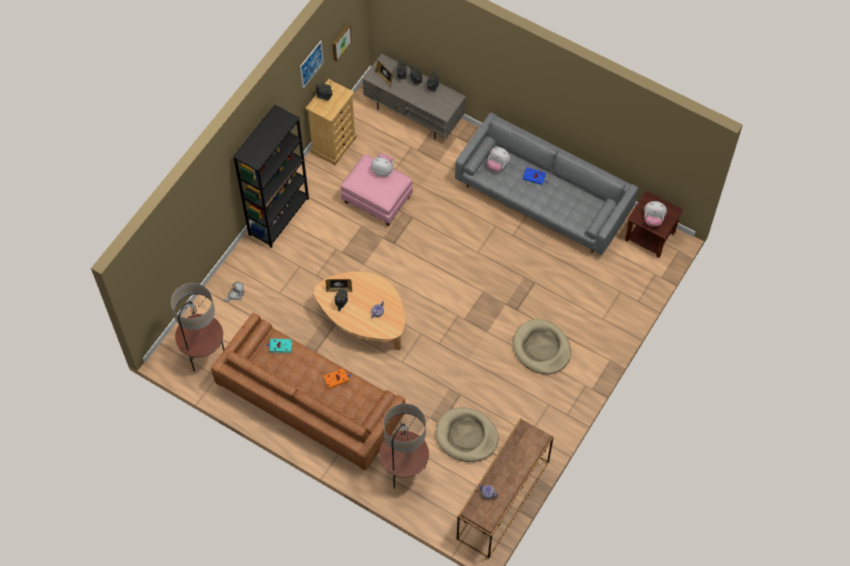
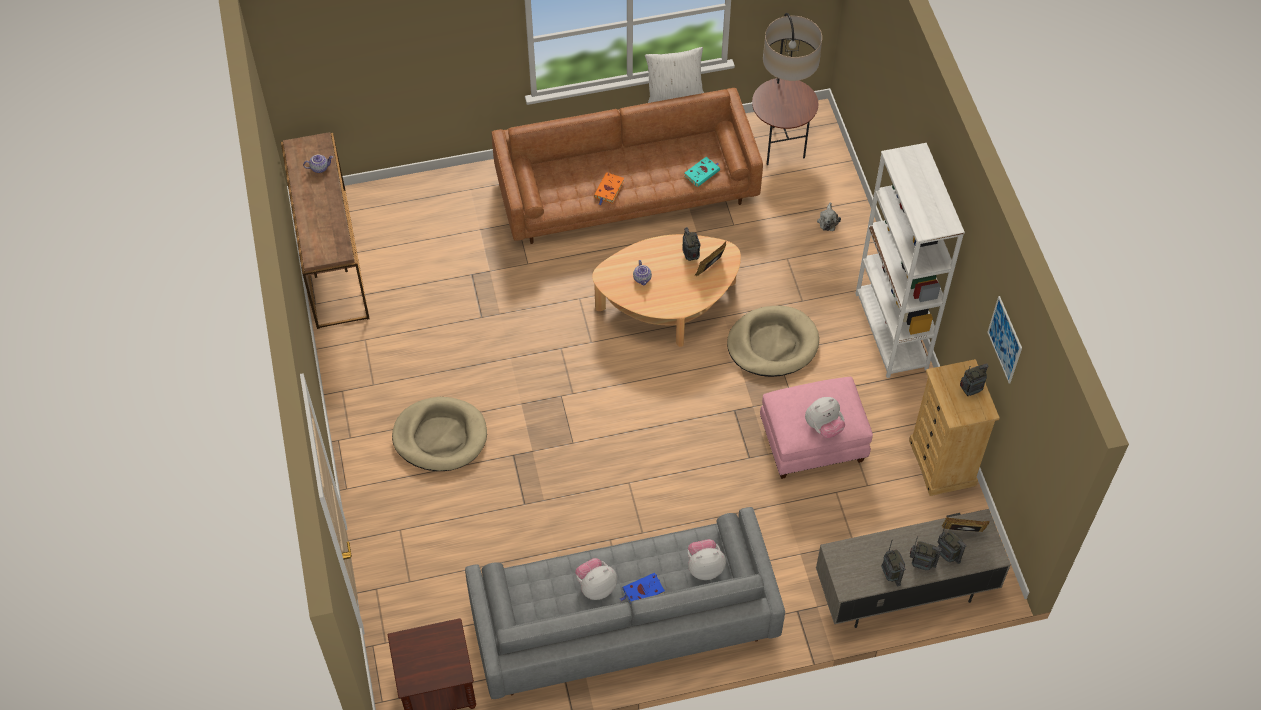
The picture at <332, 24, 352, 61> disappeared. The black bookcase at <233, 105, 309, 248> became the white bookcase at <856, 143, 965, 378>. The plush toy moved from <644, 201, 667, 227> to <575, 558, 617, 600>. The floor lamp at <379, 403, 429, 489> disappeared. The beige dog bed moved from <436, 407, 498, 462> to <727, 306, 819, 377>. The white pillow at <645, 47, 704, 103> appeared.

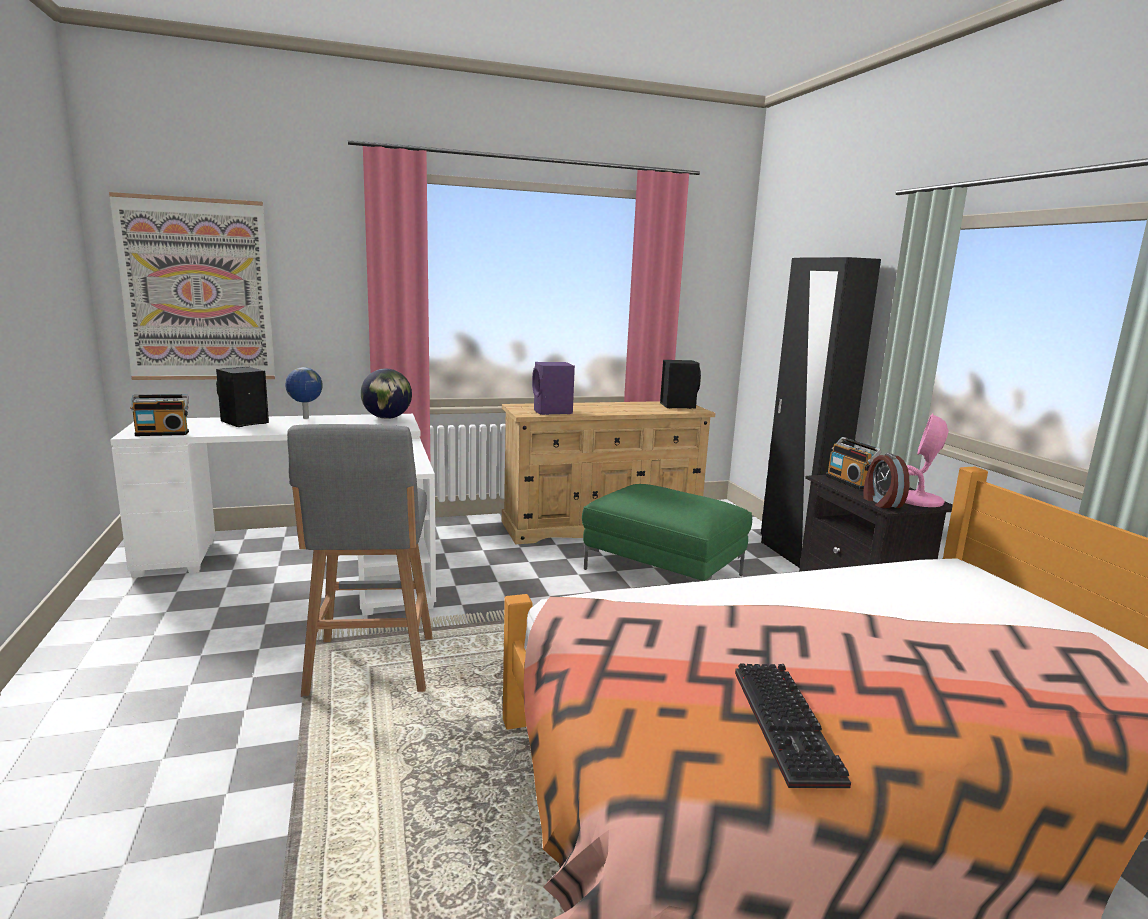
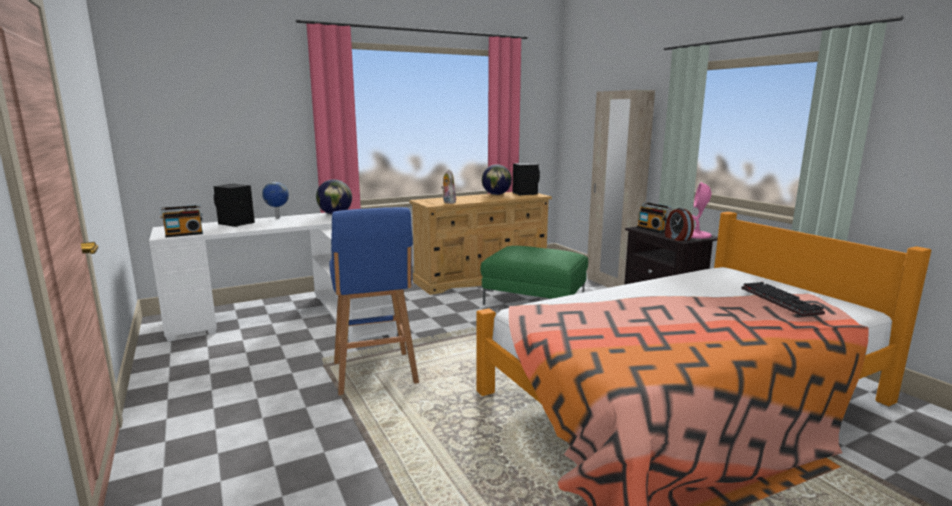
The picture at <109, 192, 275, 380> disappeared. The black wardrobe at <761, 257, 881, 568> became the beige wardrobe at <587, 90, 655, 288>. The purple speaker at <532, 362, 575, 415> was replaced by the plush toy at <441, 170, 456, 204>. The grey stool at <287, 424, 433, 697> became the blue stool at <329, 207, 419, 396>. The keyboard moved from <735, 663, 851, 788> to <741, 282, 825, 316>. The globe at <482, 164, 512, 195> appeared.

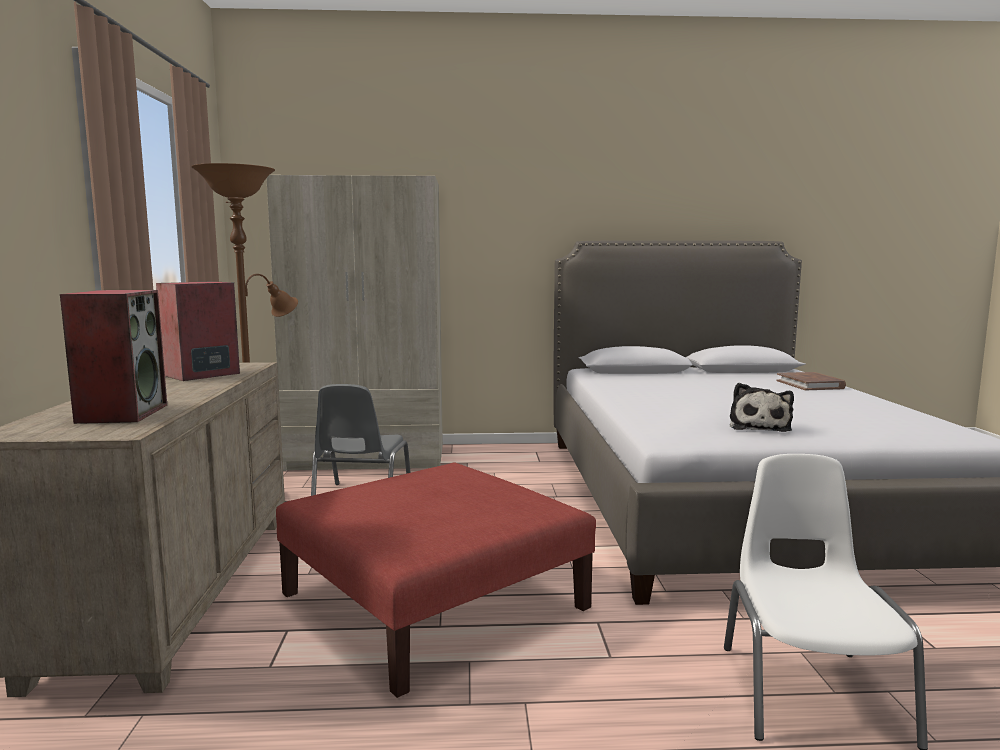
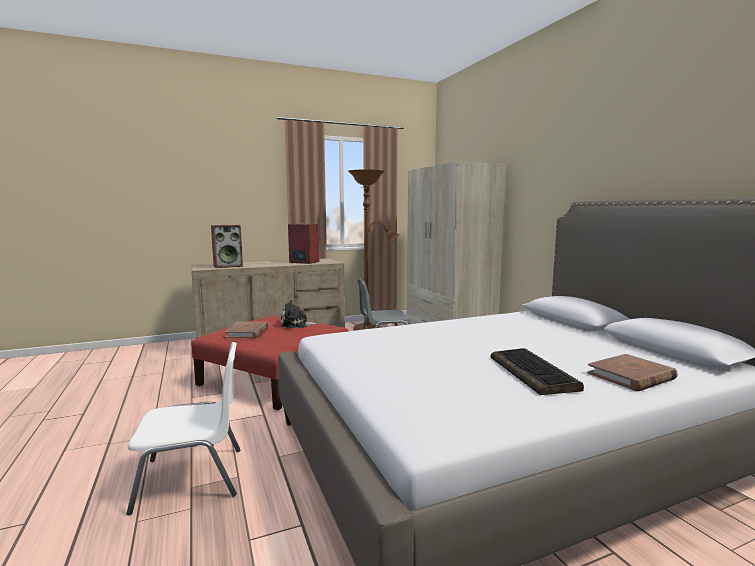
The plush toy moved from <730, 383, 794, 432> to <281, 300, 318, 328>. The brown book at <225, 322, 268, 338> appeared. The keyboard at <491, 348, 584, 395> appeared.

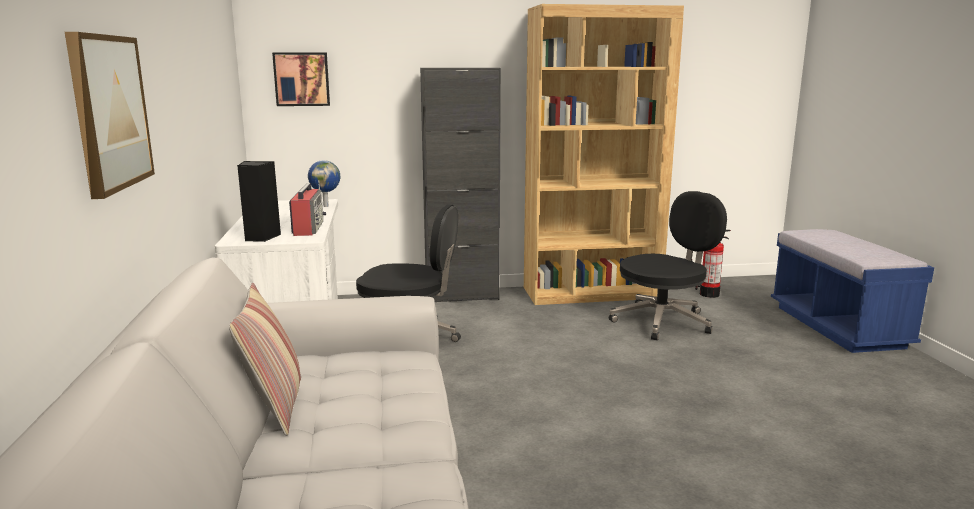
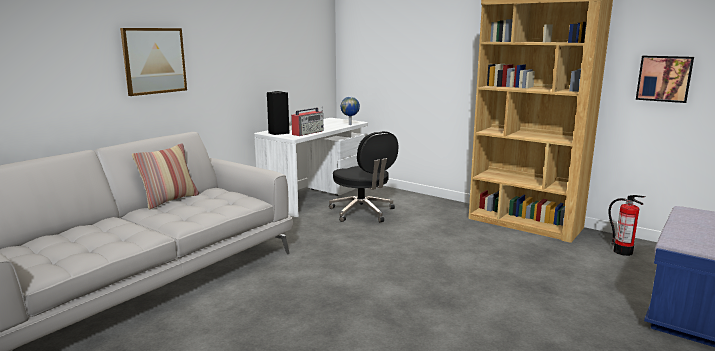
The picture moved from <272, 52, 330, 106> to <636, 56, 694, 103>. The black cabinet at <420, 68, 501, 302> disappeared. The black office chair at <609, 191, 727, 341> disappeared.

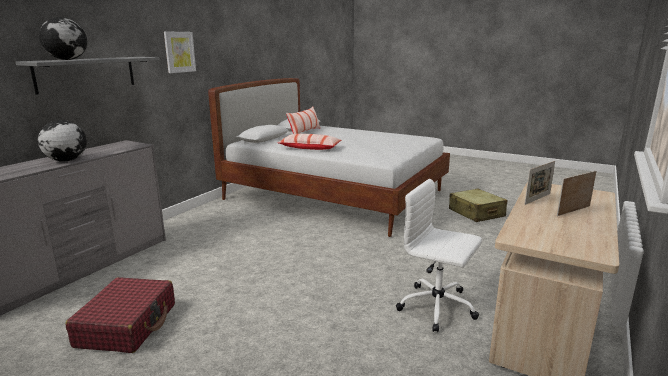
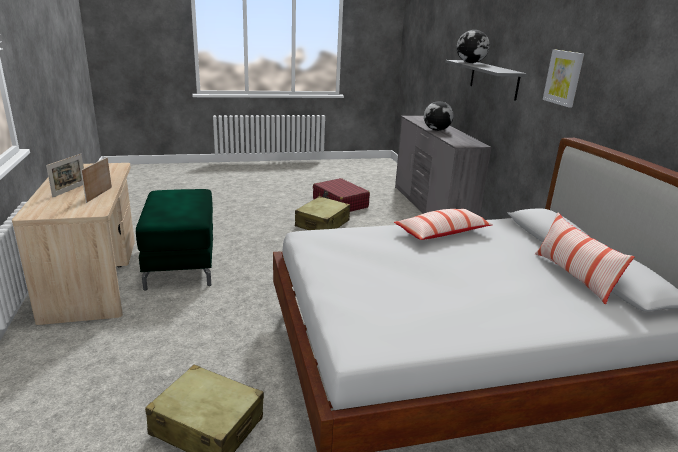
The white office chair at <396, 178, 482, 332> was replaced by the green ottoman at <136, 189, 213, 291>. The beige suitcase at <295, 196, 350, 230> appeared.

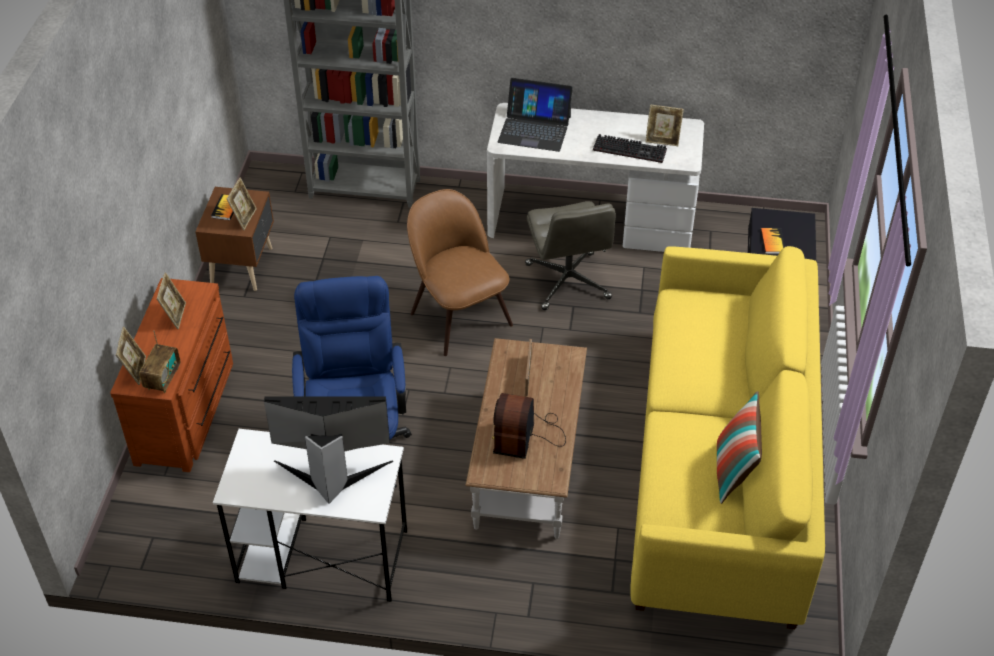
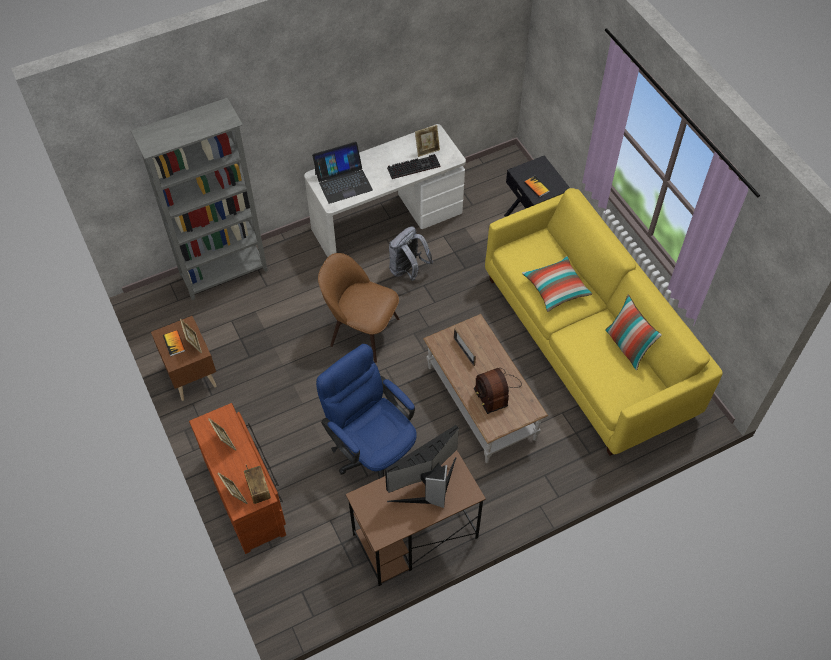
The grey office chair at <525, 201, 616, 310> was replaced by the grey backpack at <389, 227, 433, 281>. The white desk at <213, 429, 407, 602> became the brown desk at <345, 450, 486, 586>. The pillow at <522, 256, 592, 312> appeared.

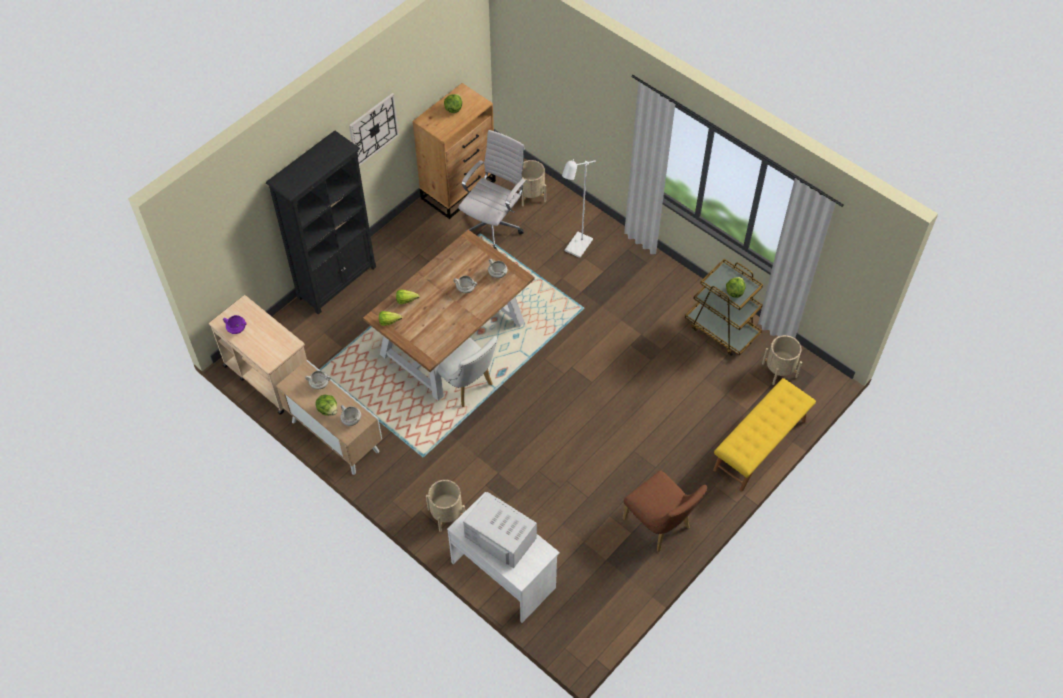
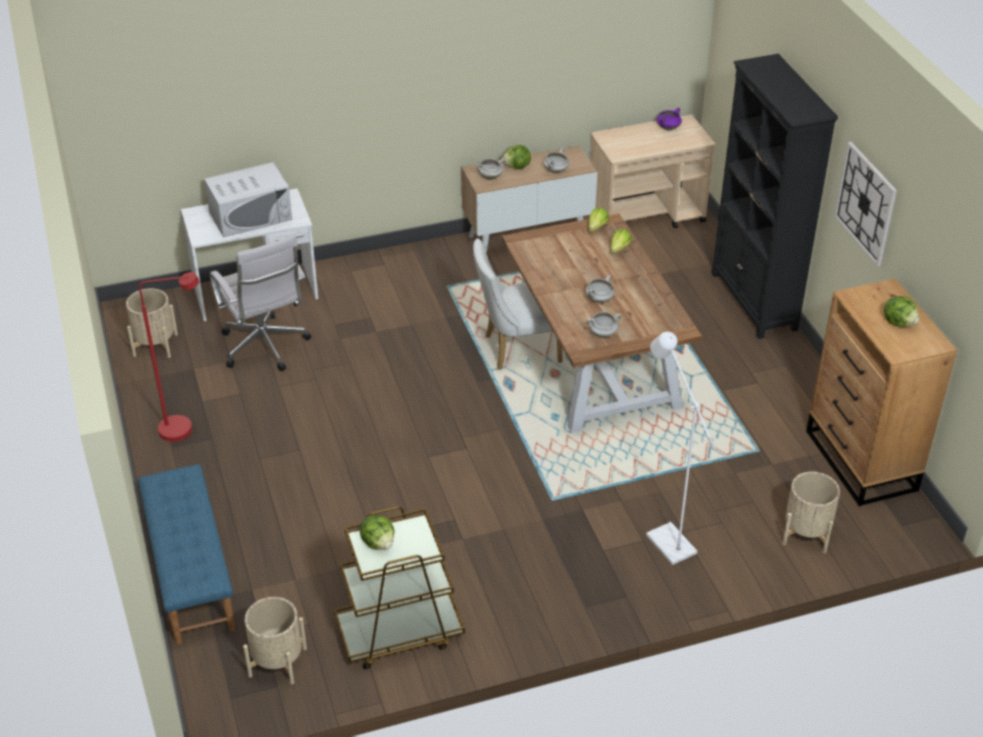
The white office chair moved from <458, 130, 526, 250> to <210, 234, 311, 371>. The yellow bench at <713, 378, 816, 491> became the blue bench at <138, 464, 235, 645>. The brown chair at <623, 471, 707, 552> was replaced by the red floor lamp at <139, 272, 199, 442>. The beige planter moved from <426, 480, 465, 532> to <126, 288, 178, 358>.

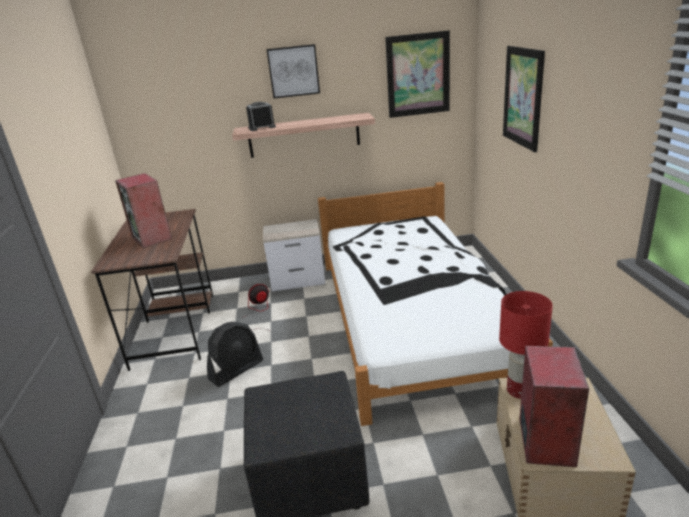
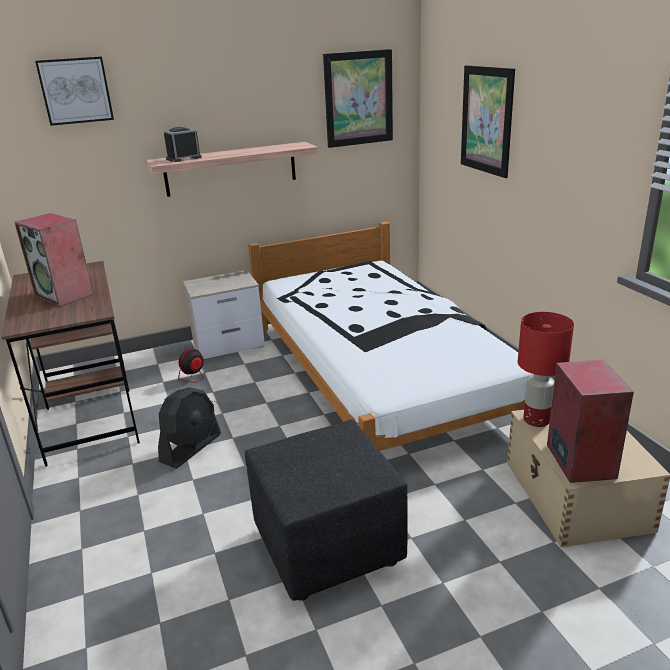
The picture moved from <266, 44, 320, 98> to <35, 56, 114, 126>.

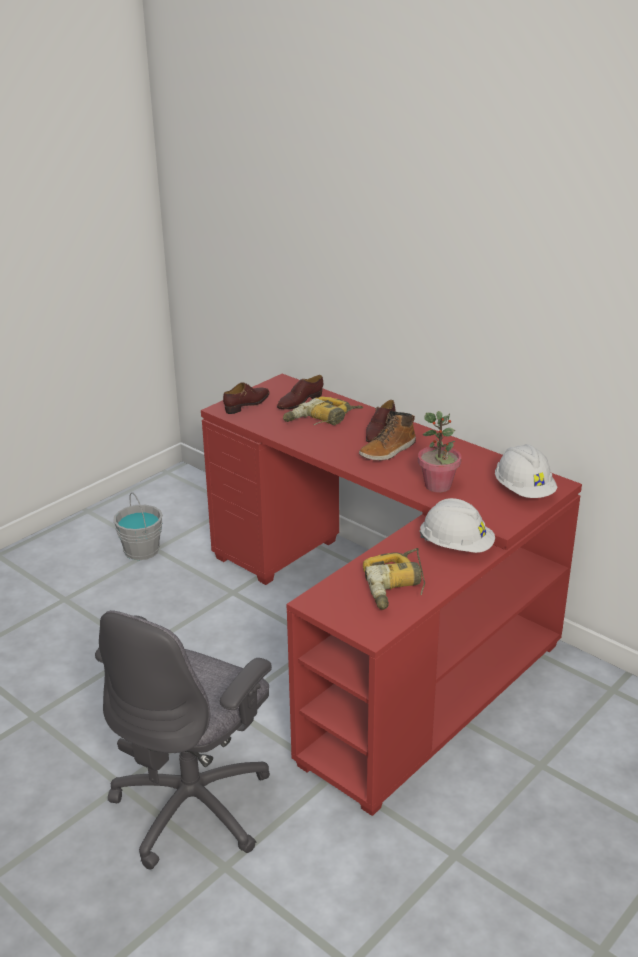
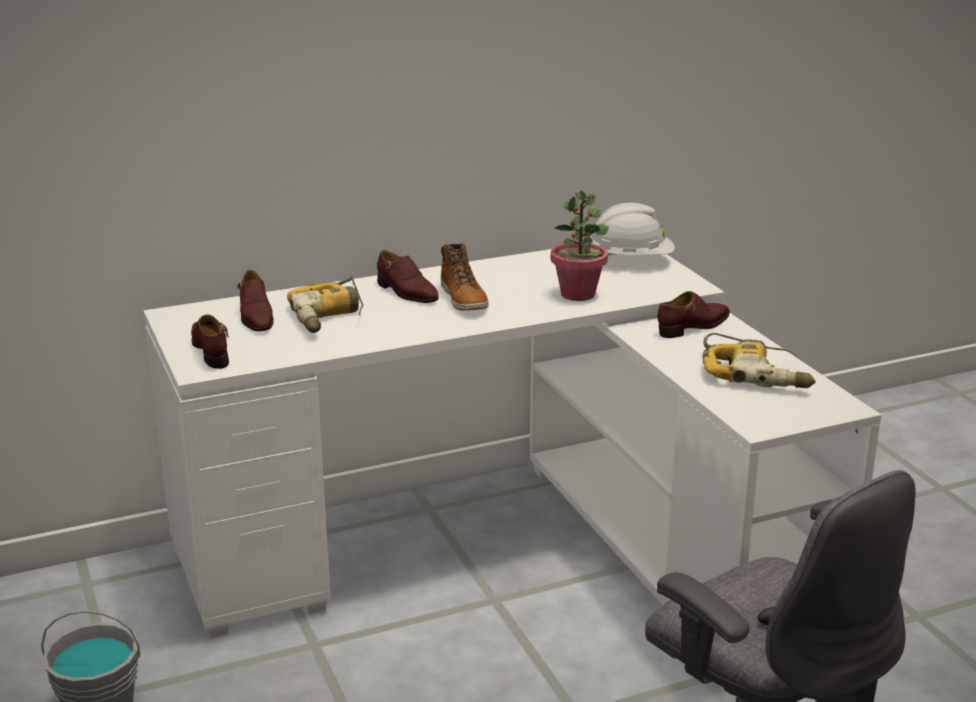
The red desk at <201, 374, 582, 816> became the white desk at <144, 249, 881, 638>. The white hard hat at <419, 498, 495, 553> was replaced by the brown shoe at <658, 291, 730, 338>.

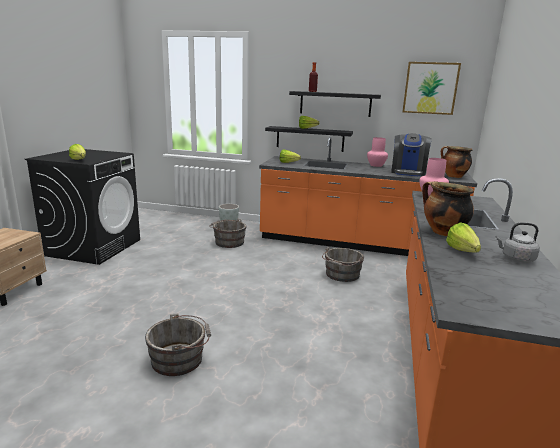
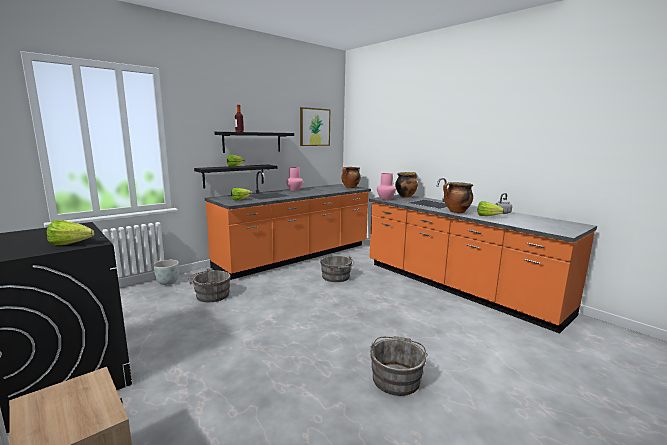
The coffee machine at <391, 133, 432, 176> disappeared. The cooking pot at <395, 172, 418, 198> appeared.

